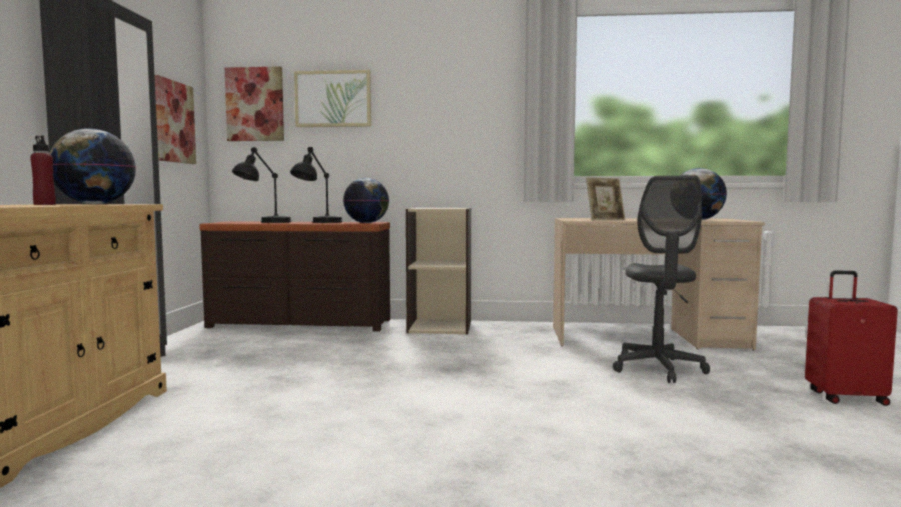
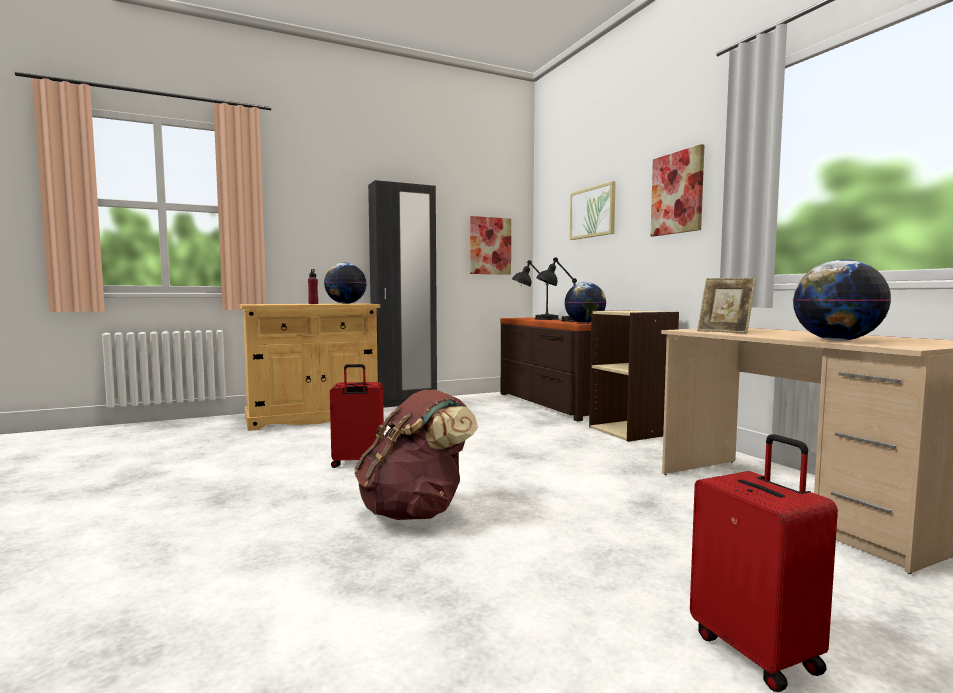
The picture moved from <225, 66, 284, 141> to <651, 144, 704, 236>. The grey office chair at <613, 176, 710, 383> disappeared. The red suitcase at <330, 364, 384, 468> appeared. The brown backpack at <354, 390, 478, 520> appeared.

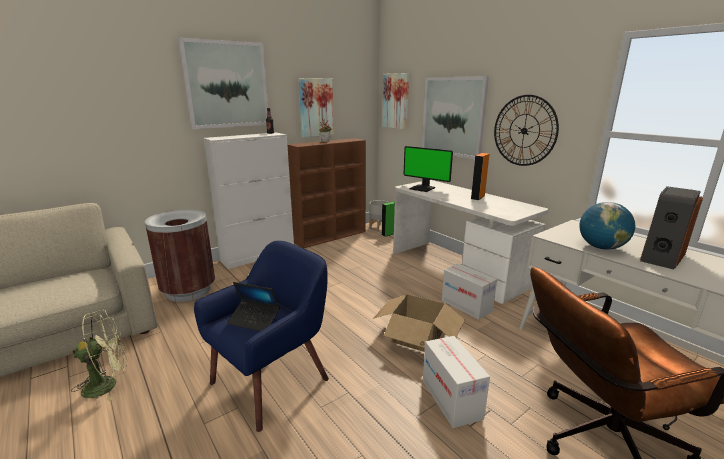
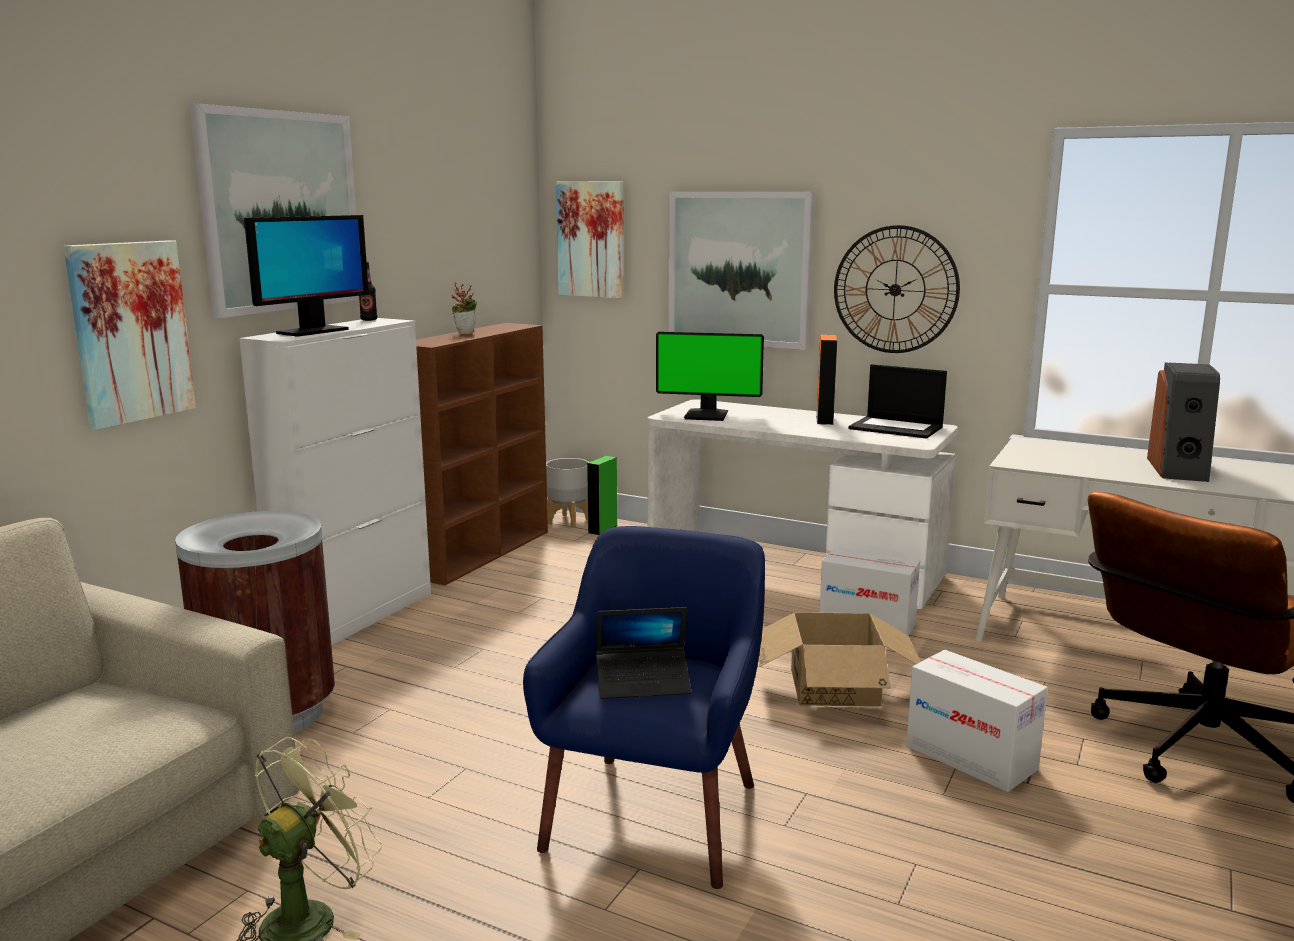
The picture moved from <299, 78, 334, 137> to <63, 240, 196, 430>. The globe at <579, 202, 636, 250> disappeared. The monitor at <244, 215, 369, 337> appeared. The laptop at <849, 364, 947, 439> appeared.

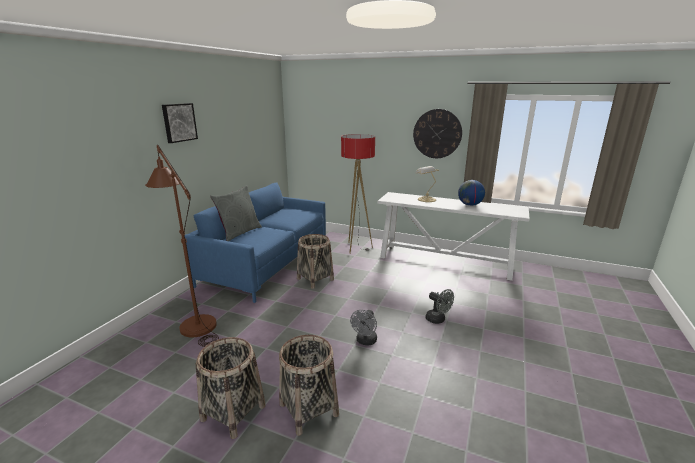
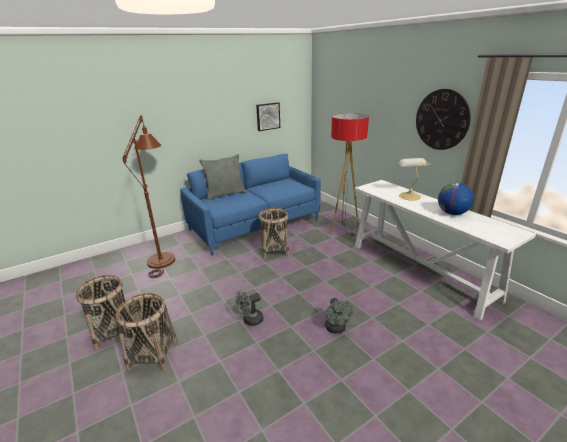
The picture moved from <162, 103, 198, 143> to <256, 102, 280, 131>.

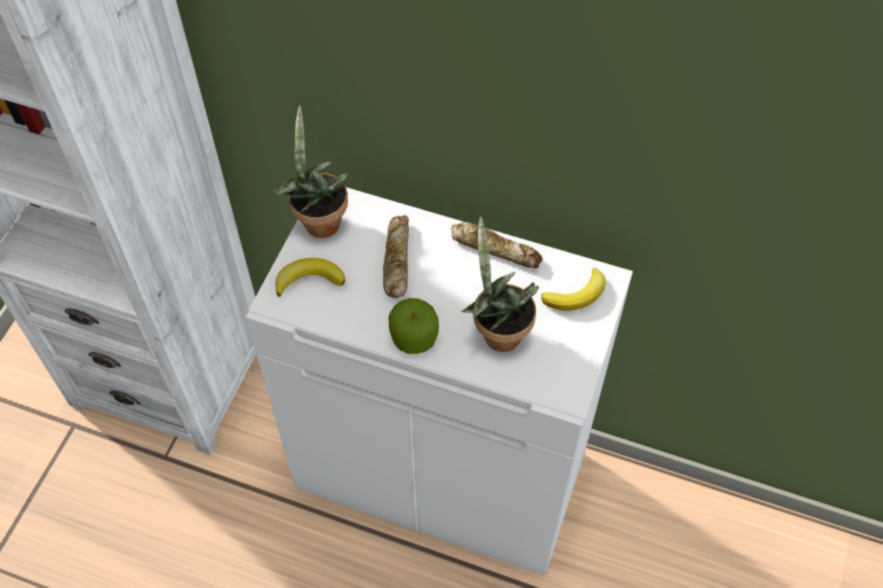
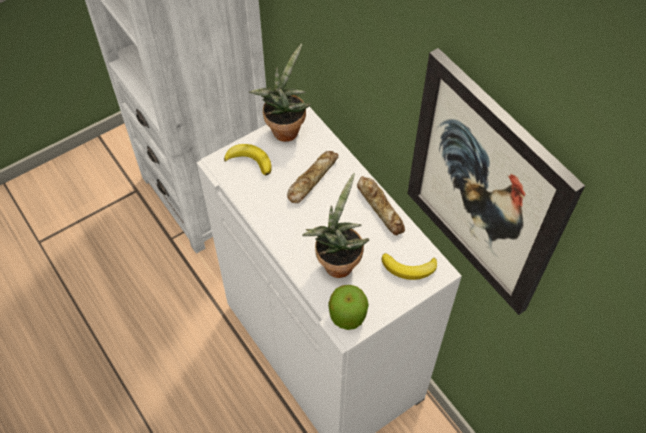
The apple moved from <389, 298, 439, 354> to <329, 285, 369, 330>. The picture at <407, 48, 585, 315> appeared.

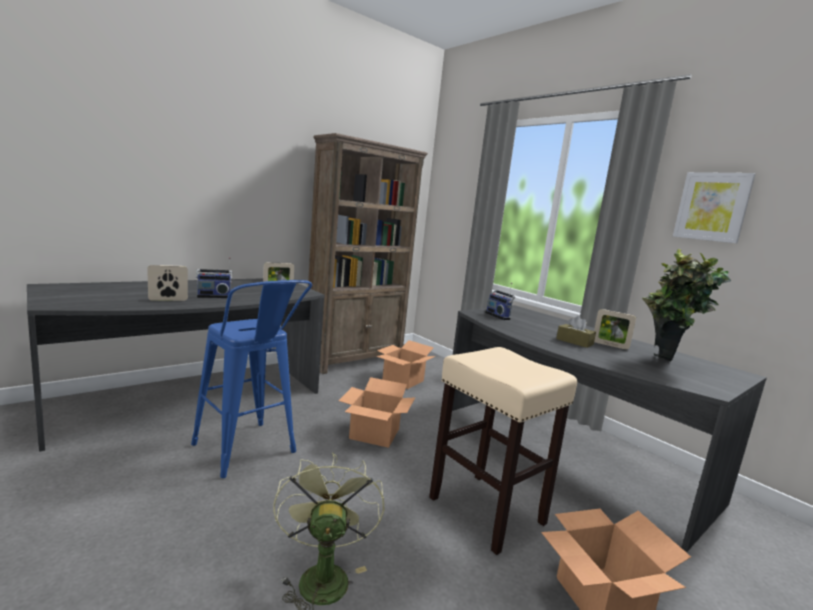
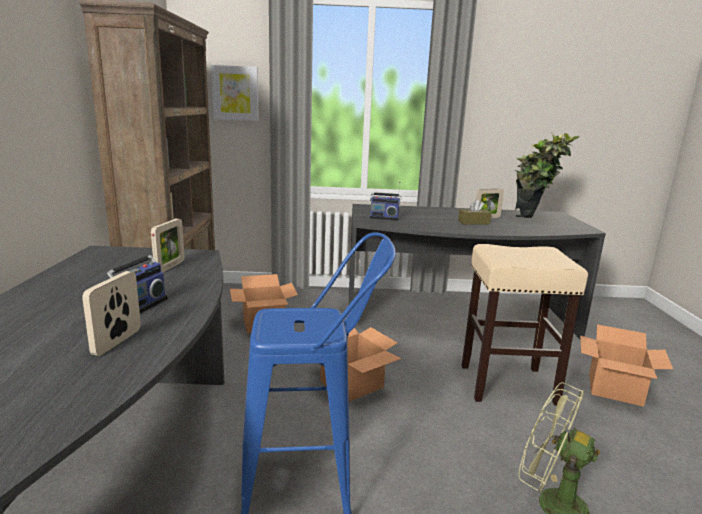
The picture moved from <673, 172, 756, 243> to <211, 65, 259, 121>.

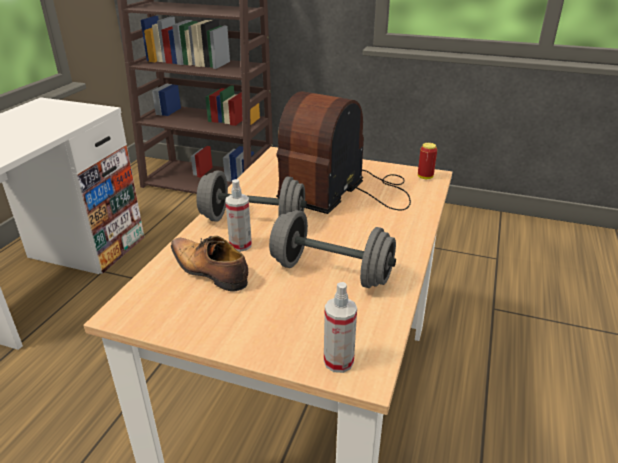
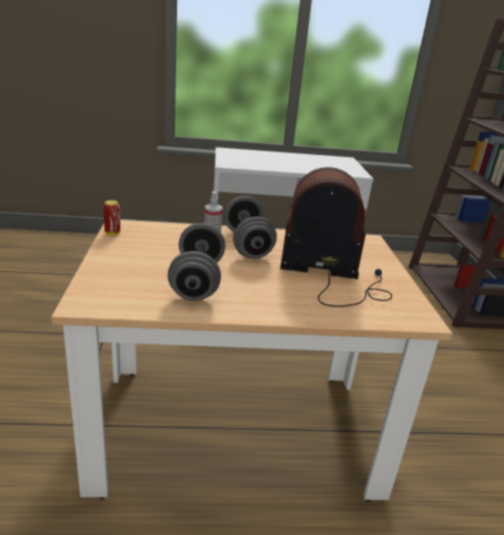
The can moved from <418, 143, 437, 179> to <103, 200, 120, 235>. The shoe at <171, 236, 248, 292> disappeared. The spray bottle at <324, 282, 357, 373> disappeared.

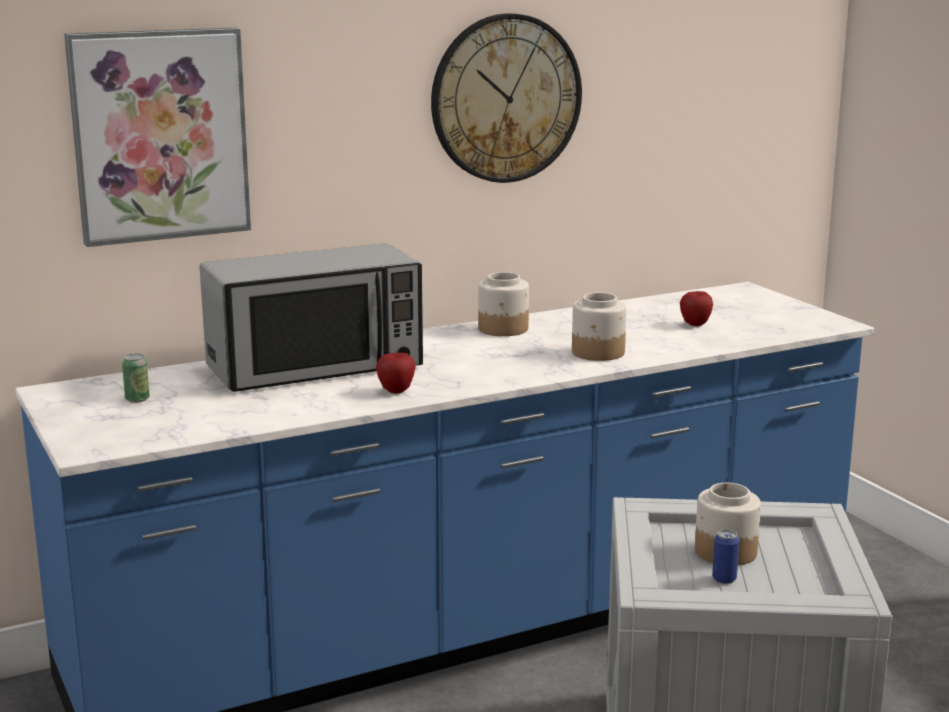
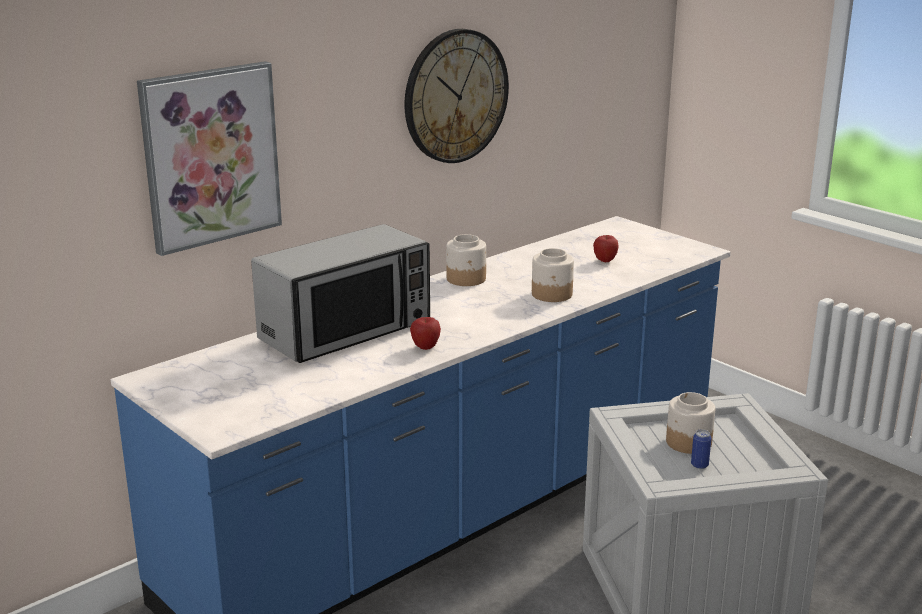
The can at <122, 354, 150, 403> disappeared.

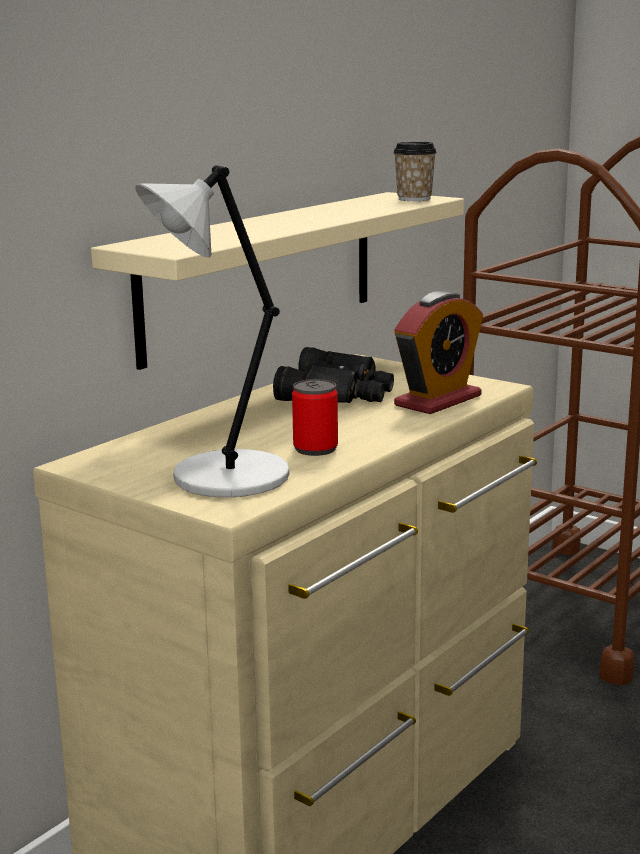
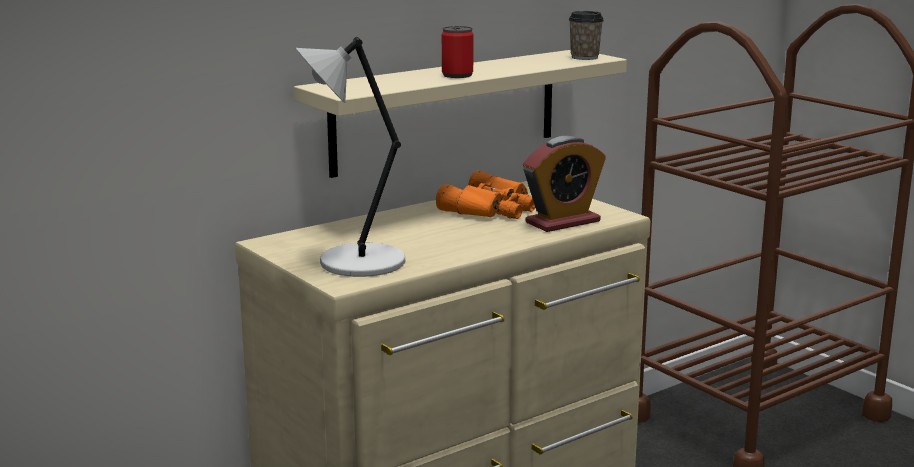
The black binoculars at <273, 347, 394, 403> became the orange binoculars at <436, 171, 535, 219>. The can moved from <292, 379, 338, 456> to <442, 26, 474, 78>.

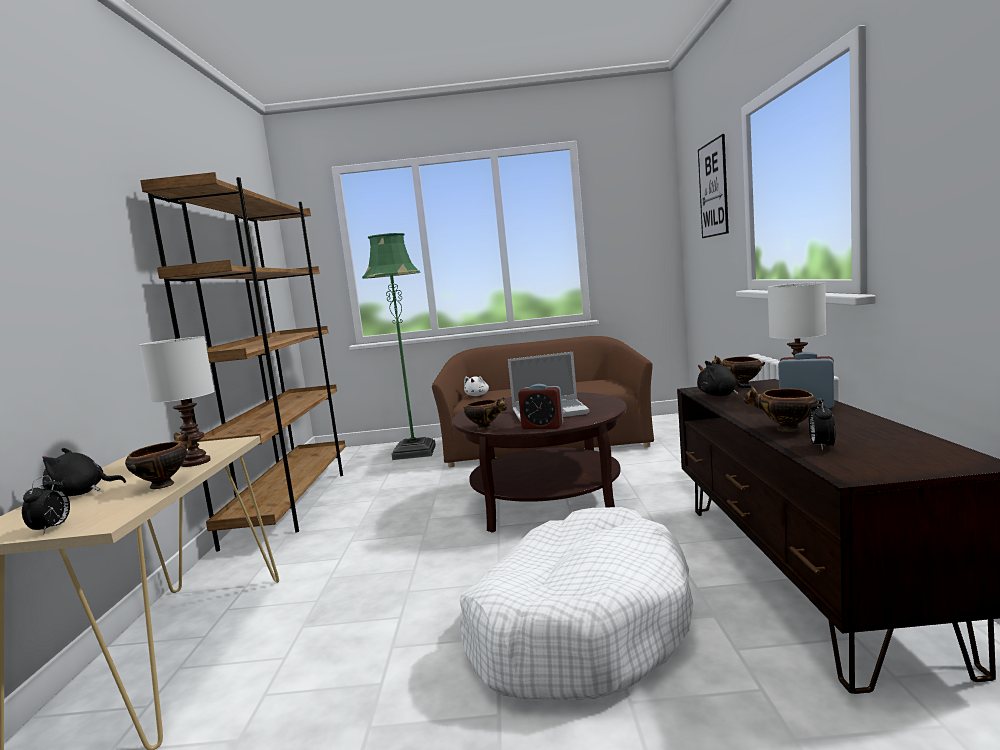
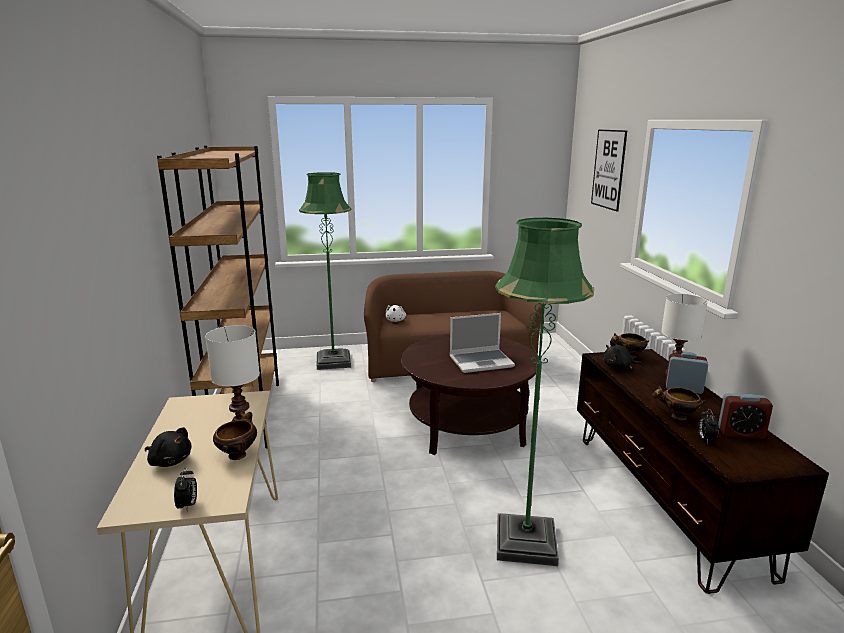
The alarm clock moved from <518, 384, 563, 429> to <718, 393, 773, 439>. The bowl at <464, 397, 507, 430> disappeared. The black plush toy at <42, 448, 126, 496> turned 135 degrees counterclockwise. The white dog bed at <459, 507, 693, 700> was replaced by the green floor lamp at <495, 218, 594, 566>.

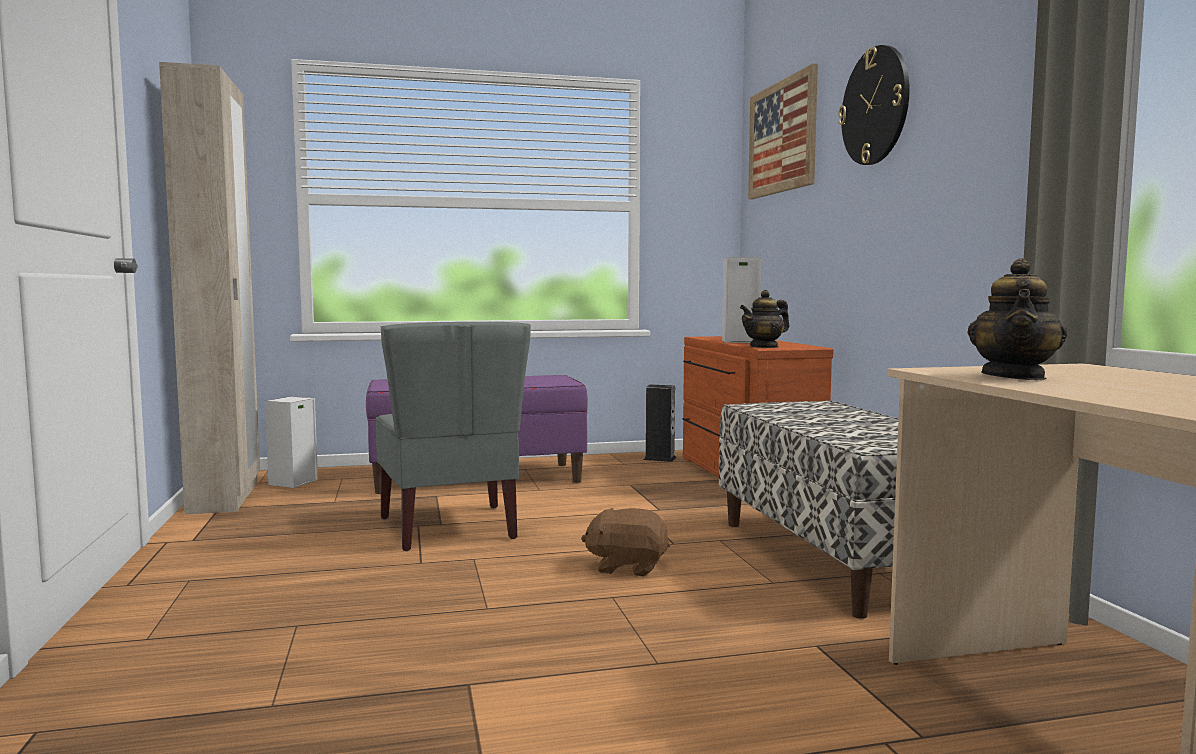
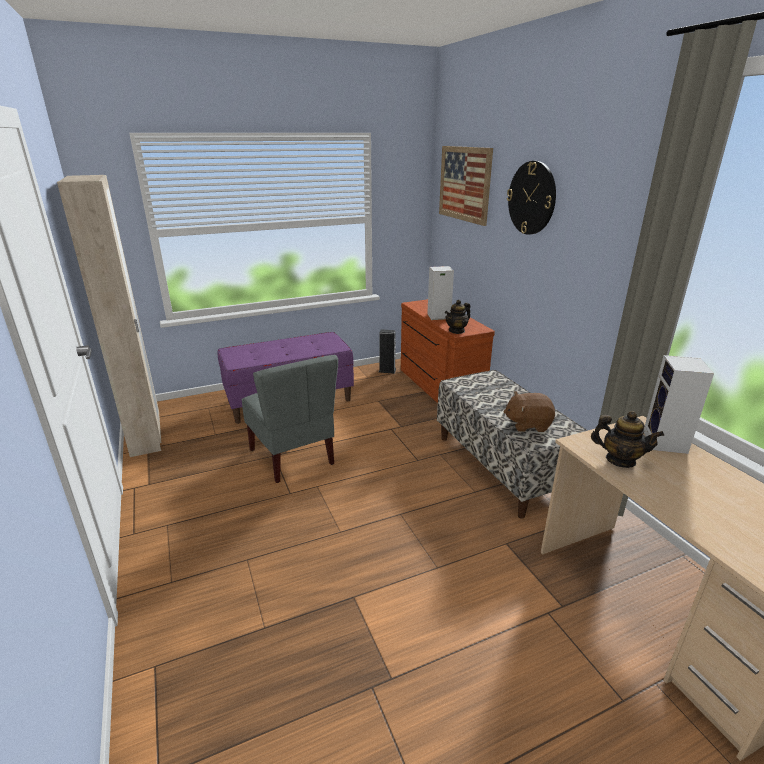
The teapot at <967, 258, 1067, 380> turned 75 degrees counterclockwise. The speaker moved from <265, 397, 318, 488> to <644, 355, 714, 454>. The brown plush toy moved from <581, 508, 670, 576> to <503, 391, 555, 432>.

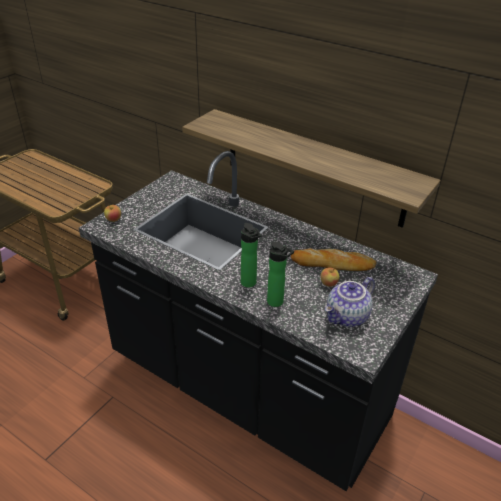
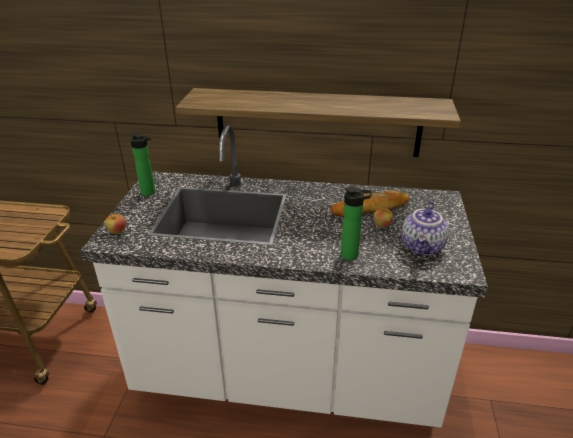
The black counter at <79, 151, 438, 491> became the white counter at <80, 125, 488, 428>. The bottle moved from <241, 223, 261, 288> to <130, 133, 155, 196>.

